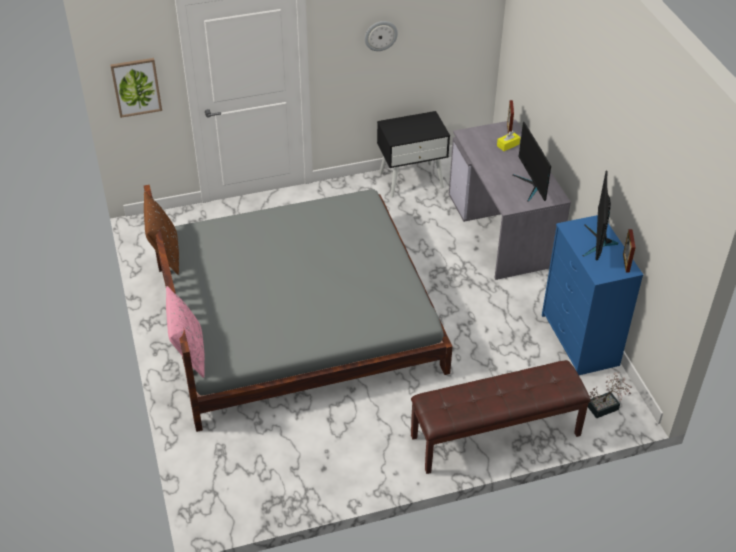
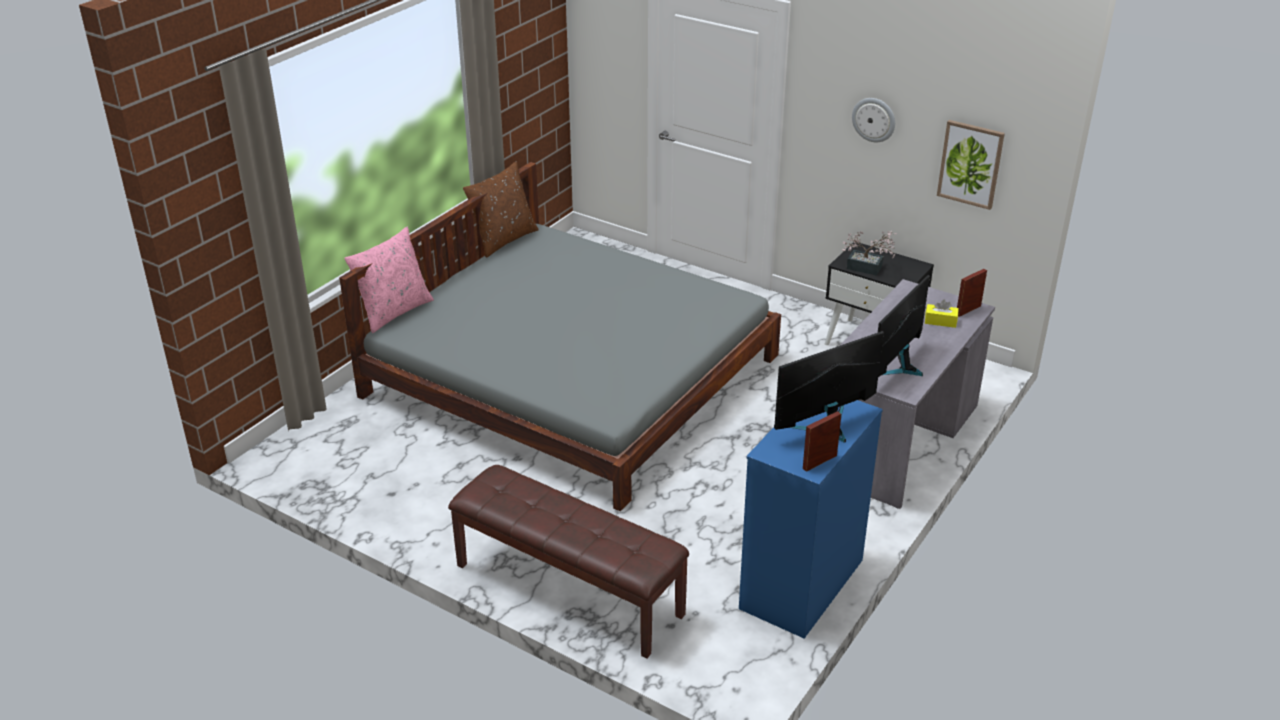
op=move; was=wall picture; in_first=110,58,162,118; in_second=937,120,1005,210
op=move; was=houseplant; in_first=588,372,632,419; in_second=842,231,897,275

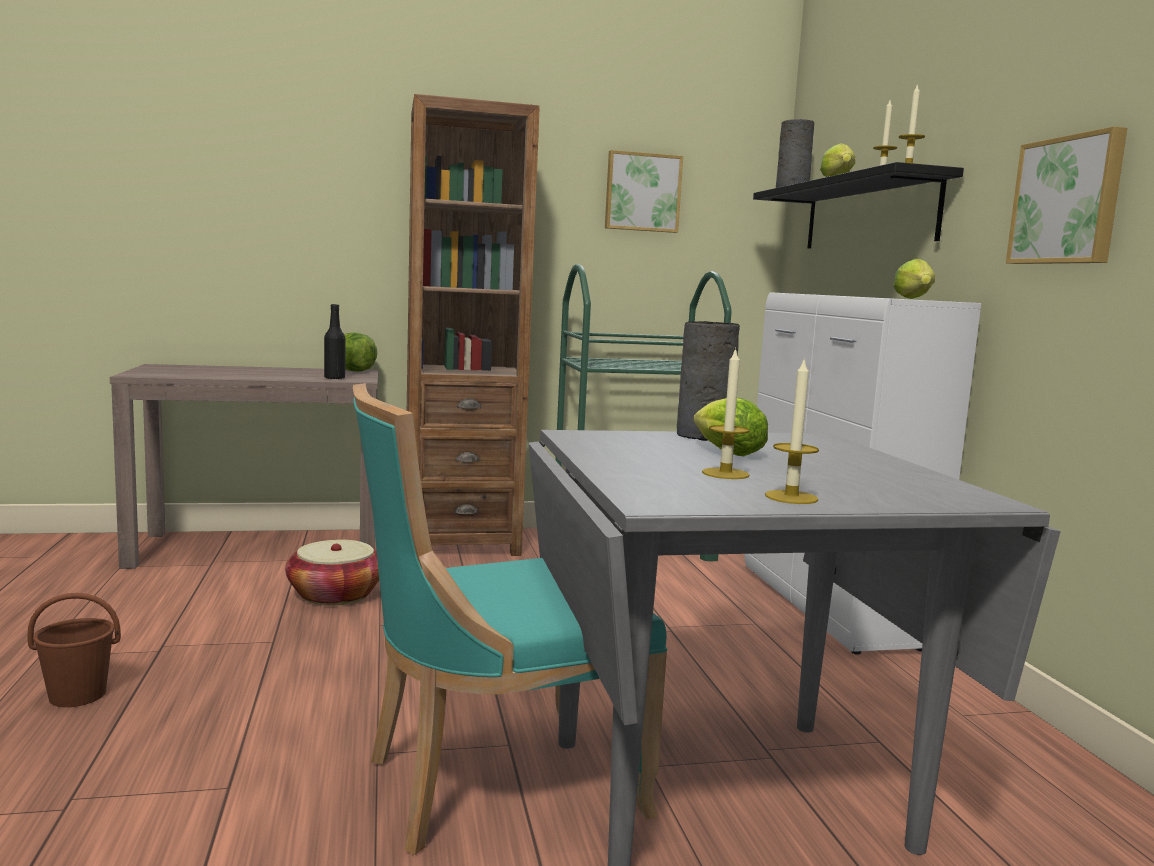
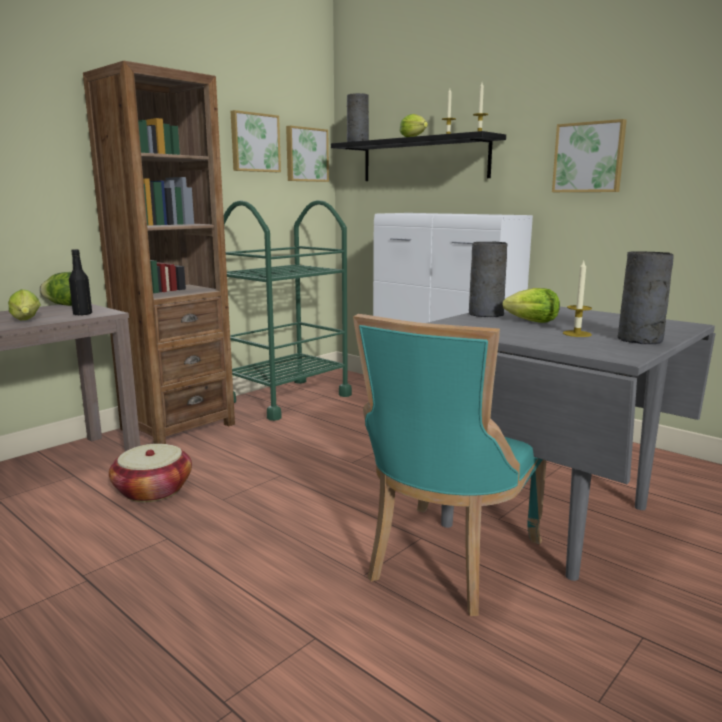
op=move; was=lettuce head; in_first=893,259,935,299; in_second=8,289,41,321
op=replace; was=wax light; now=greyish vase; in_first=765,357,819,504; in_second=618,251,674,344
op=delete; was=brown pail; in_first=27,593,121,707
op=insert; now=wall picture; in_second=286,125,329,182

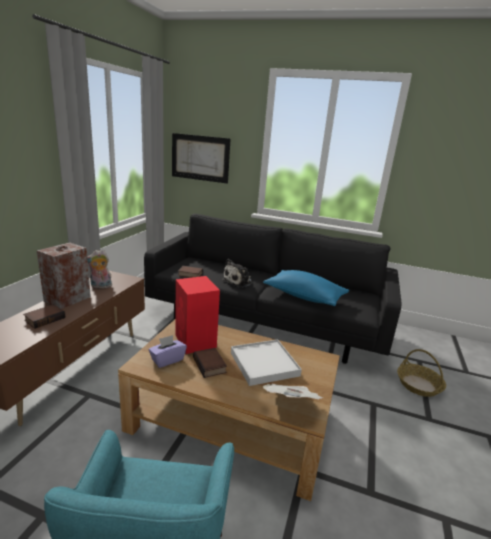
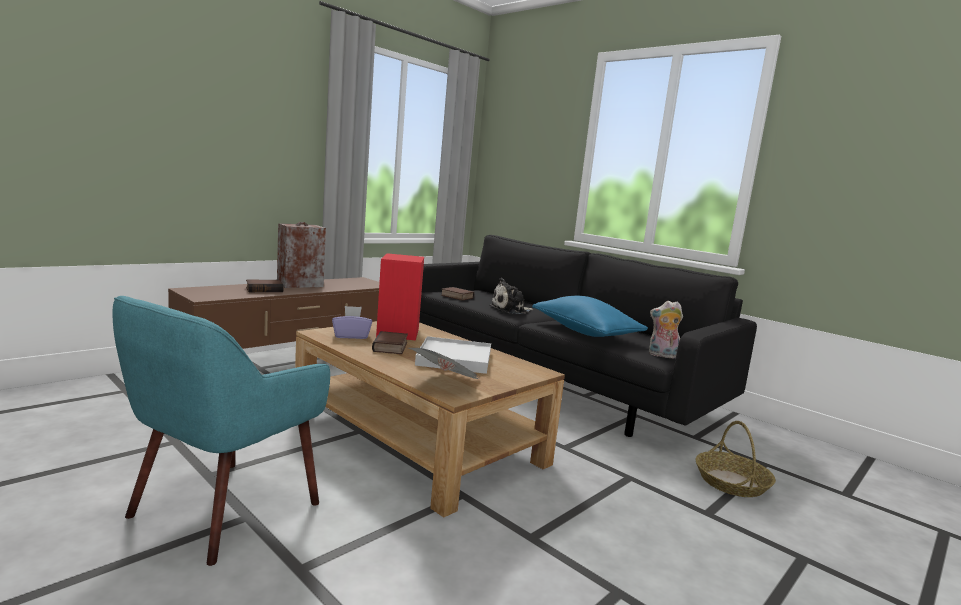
op=delete; was=wall picture; in_first=172,133,230,184
op=move; was=soft toy; in_first=87,250,112,288; in_second=649,301,683,358

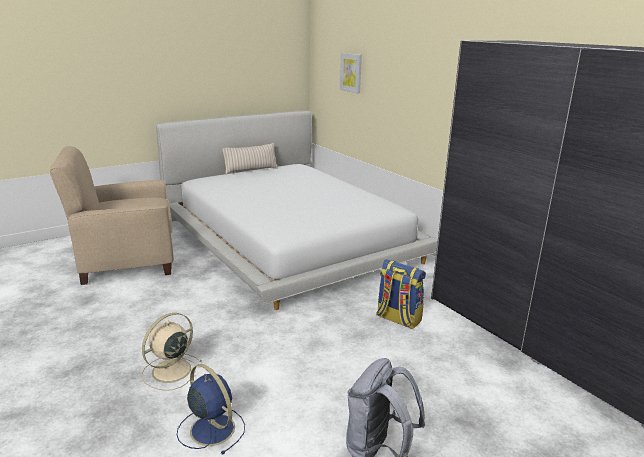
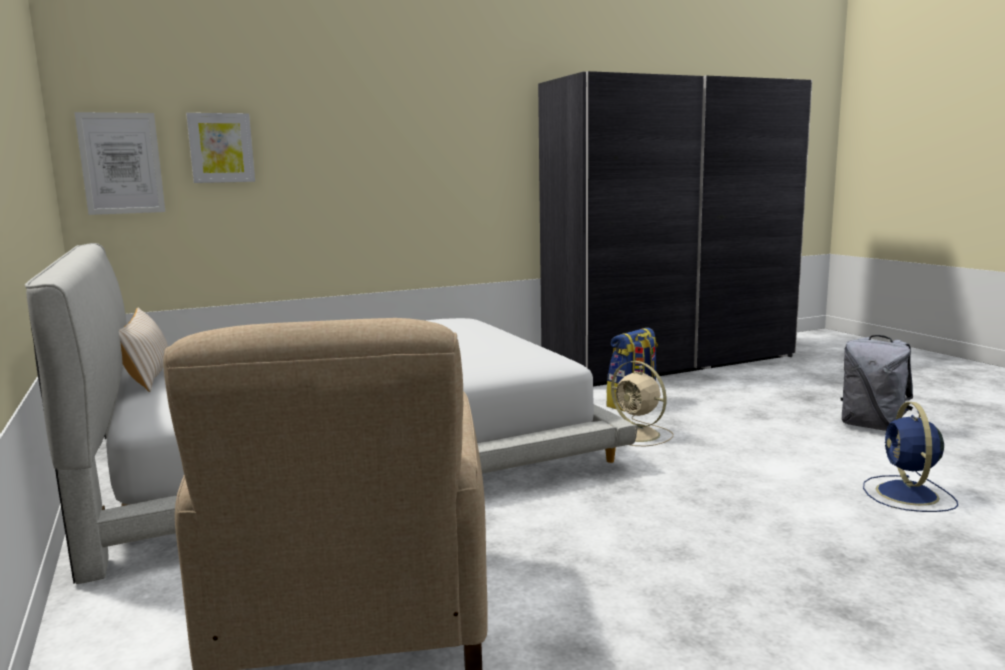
op=move; was=beige-coloured electric fan; in_first=141,313,202,391; in_second=611,361,673,447
op=rotate; was=bluish electric fan; in_first=177,364,245,455; in_second=863,402,958,512; clockwise=-45
op=insert; now=wall picture; in_second=74,112,165,215

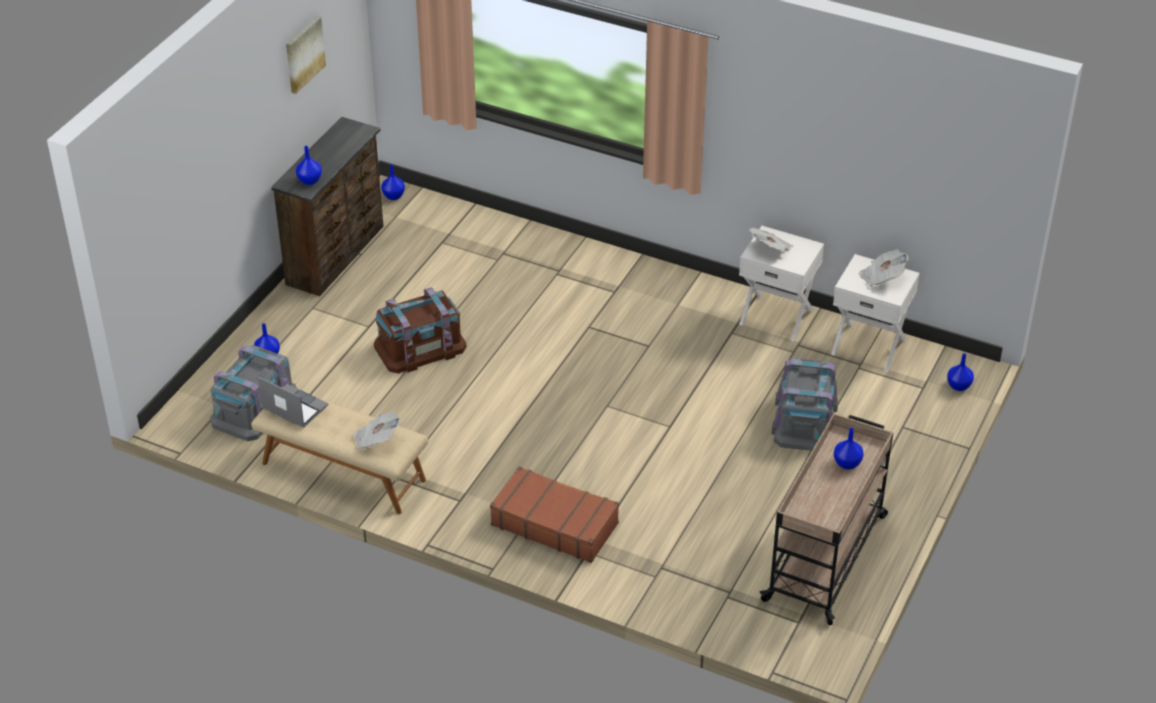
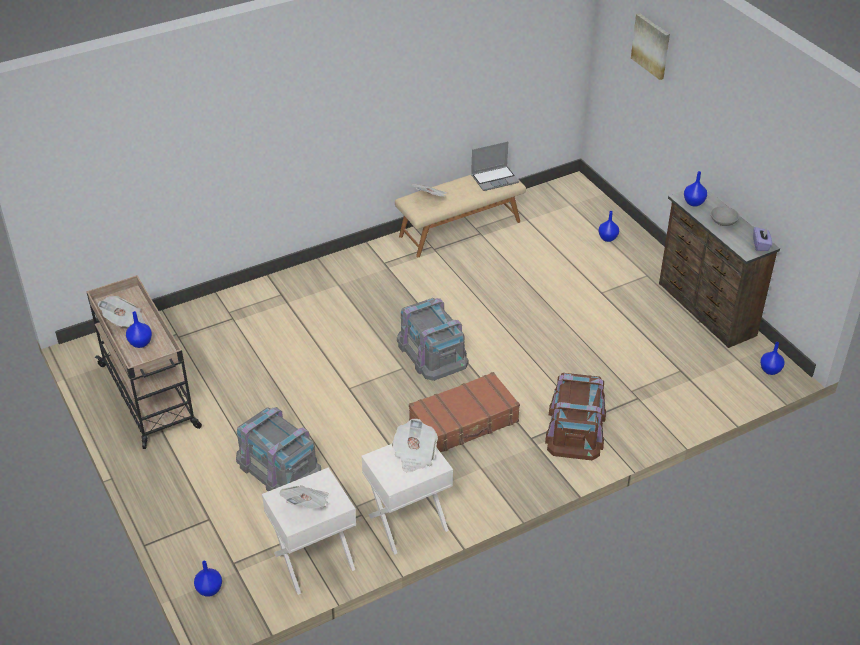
op=move; was=wall picture; in_first=286,16,326,94; in_second=631,13,670,80
op=move; was=brown storage bin; in_first=374,287,467,373; in_second=545,373,606,460
op=move; was=greyish storage bin; in_first=210,345,297,441; in_second=397,298,468,381
op=move; was=brown suitcase; in_first=490,466,619,563; in_second=409,372,520,452
op=insert; now=greyish deep dish; in_second=710,206,739,226
op=insert; now=purplish box of tissues; in_second=753,227,772,251
op=insert; now=printed paper; in_second=98,296,145,328

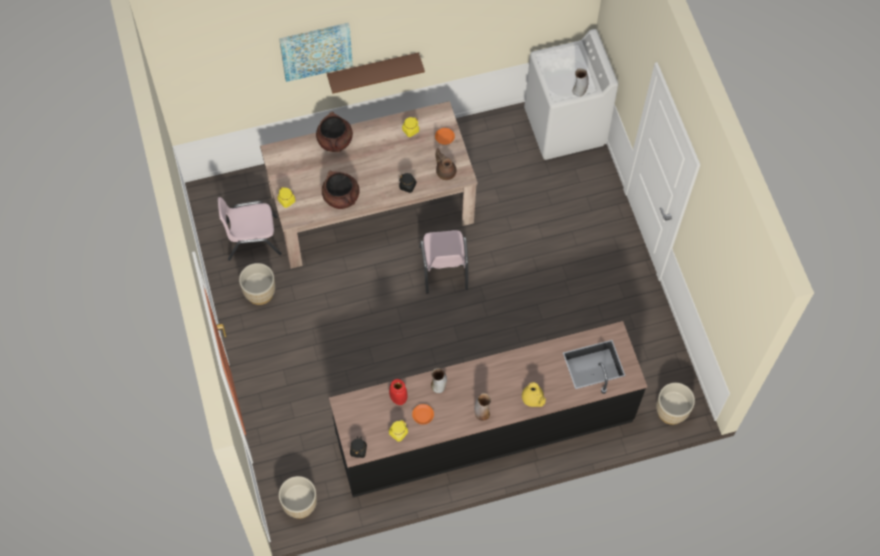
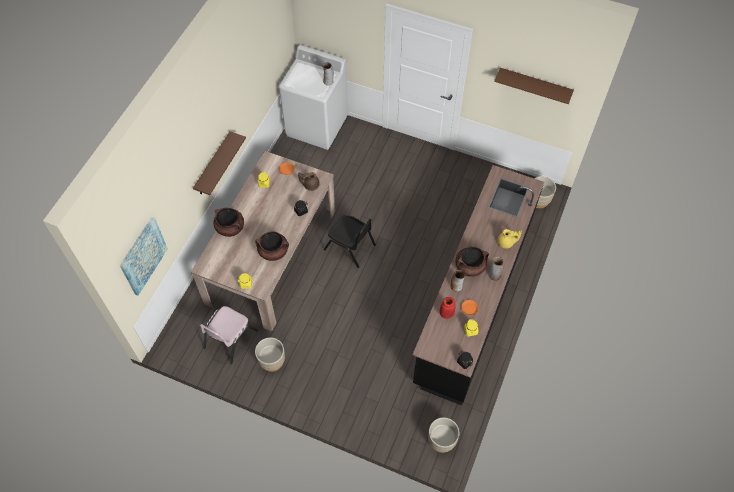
op=move; was=wall picture; in_first=279,23,353,82; in_second=120,217,168,296
op=recolor; was=pink plain chair; now=black-coloured plain chair; in_first=419,230,468,294; in_second=324,215,376,268
op=insert; now=brown wall shelf; in_second=494,68,574,104
op=insert; now=brown stockpot; in_second=456,246,489,277

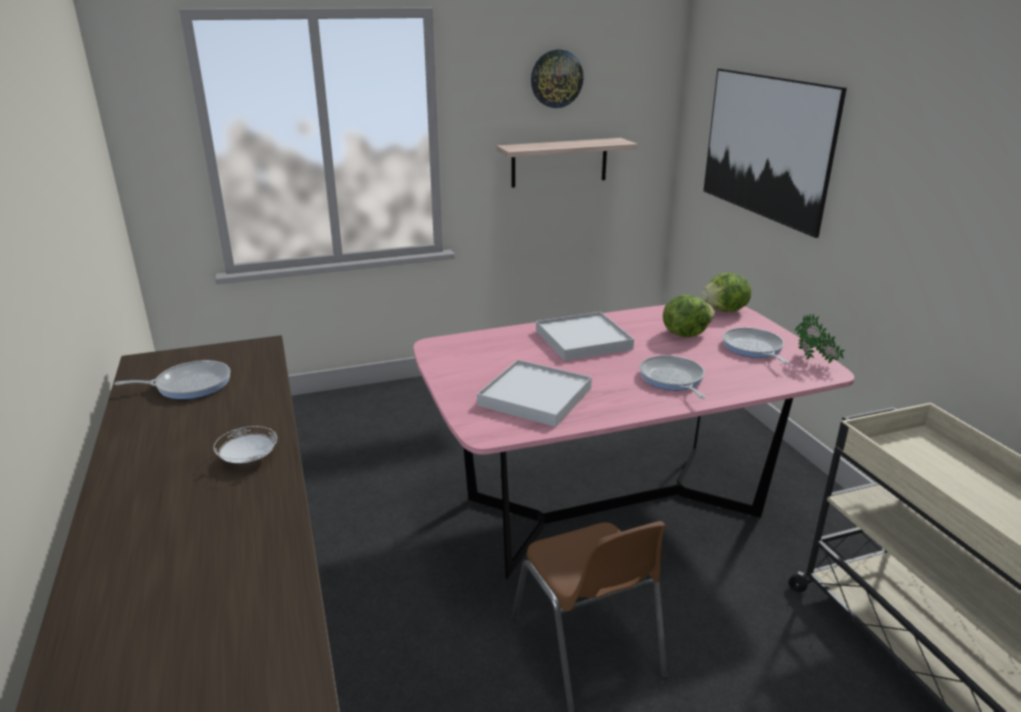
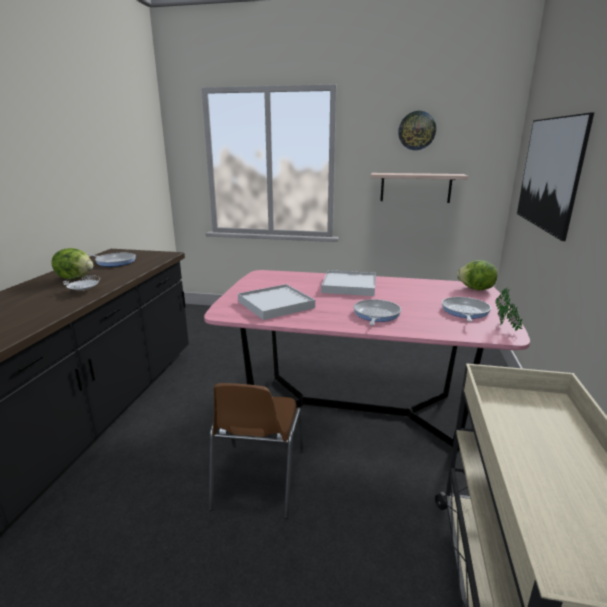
op=move; was=lettuce head; in_first=663,295,715,338; in_second=51,248,93,279

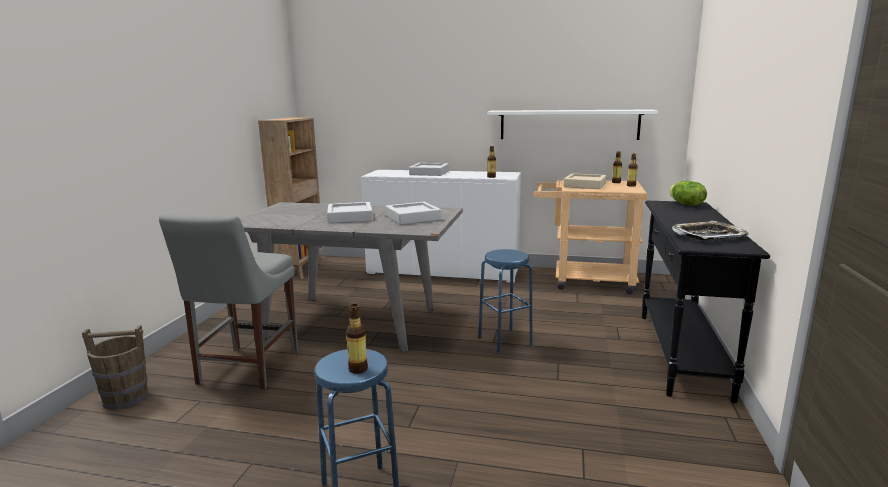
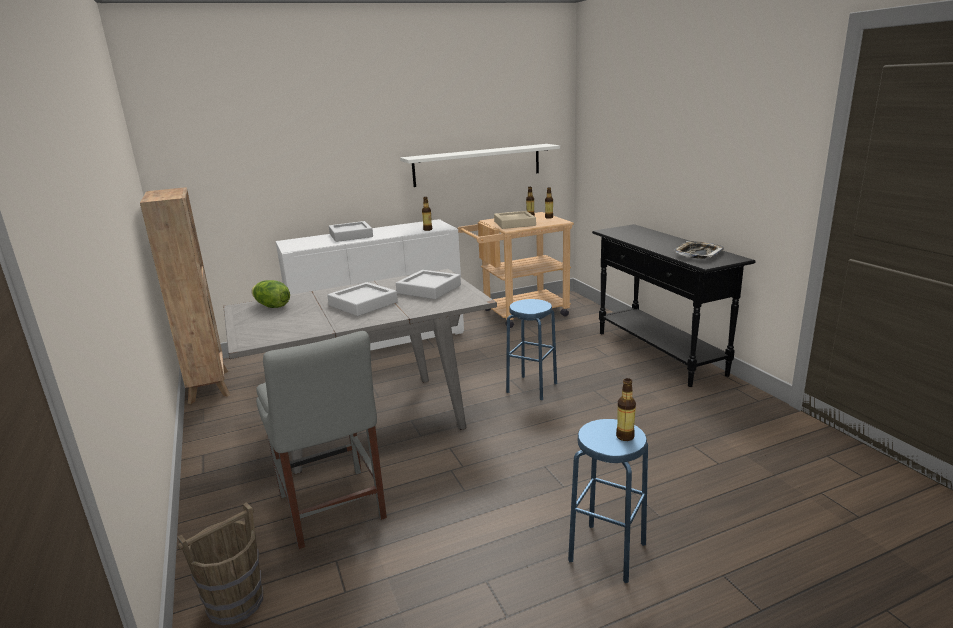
op=move; was=lettuce head; in_first=669,181,707,206; in_second=251,280,290,308

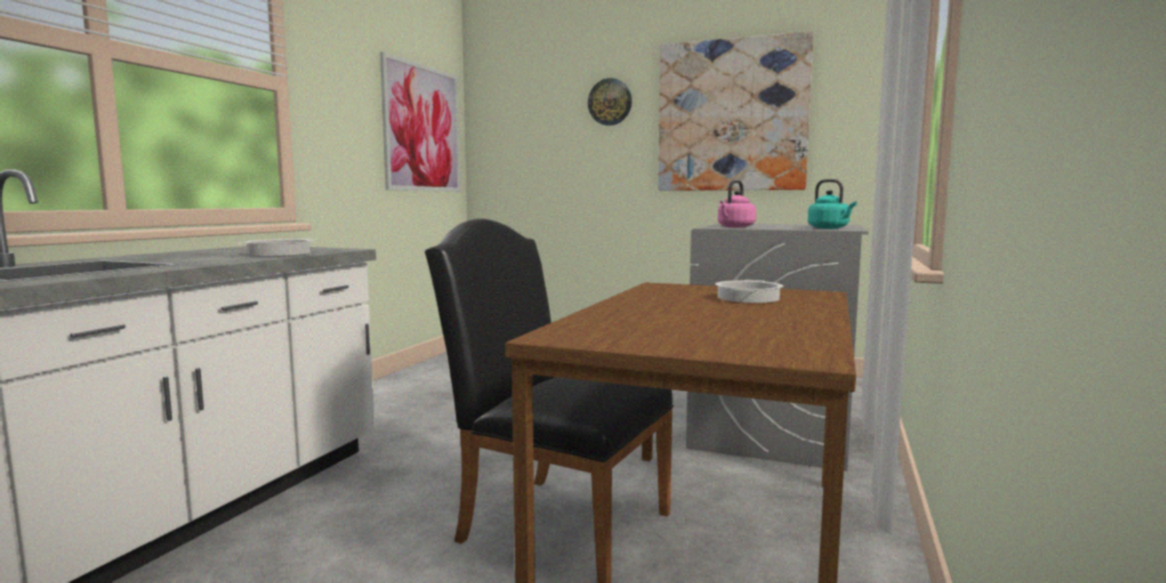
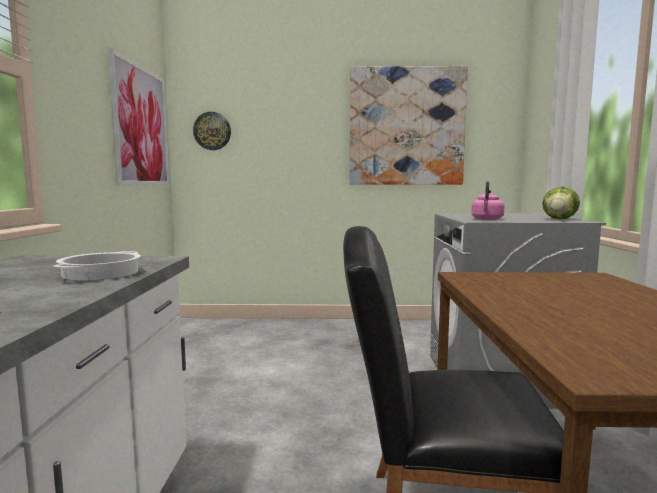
op=move; was=clock on the wall; in_first=588,78,632,126; in_second=193,112,231,150
op=replace; was=blue-green tea kettle; now=lettuce head; in_first=808,179,857,229; in_second=542,186,580,219
op=delete; was=stockpot; in_first=715,280,783,303

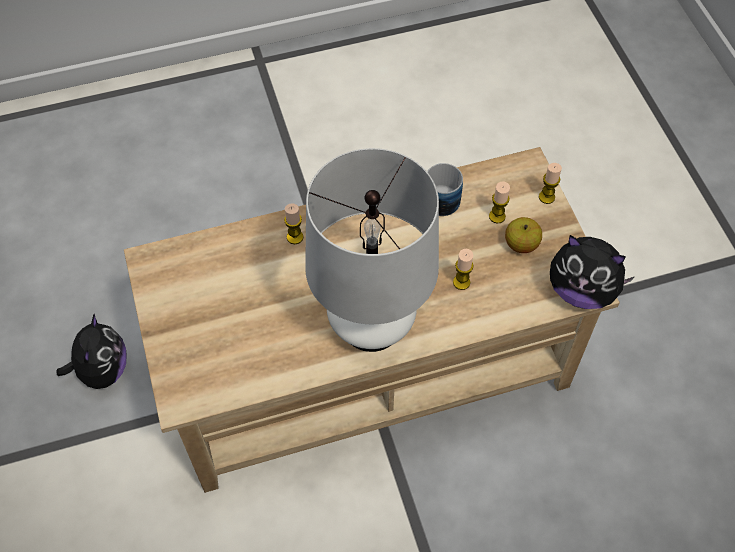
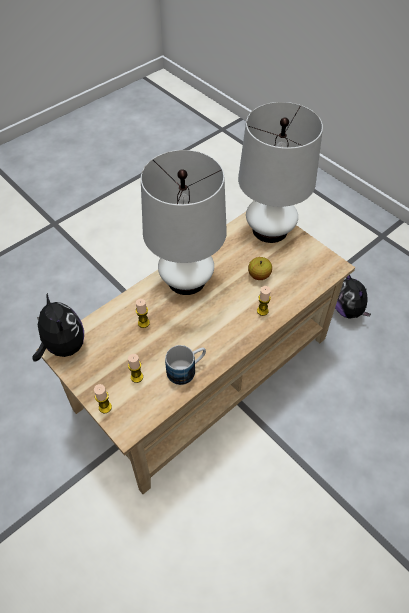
op=move; was=apple; in_first=505,217,542,253; in_second=248,257,272,280
op=rotate; was=soft toy; in_first=550,235,634,309; in_second=32,293,84,362; clockwise=60
op=insert; now=white table lamp; in_second=238,102,323,243

